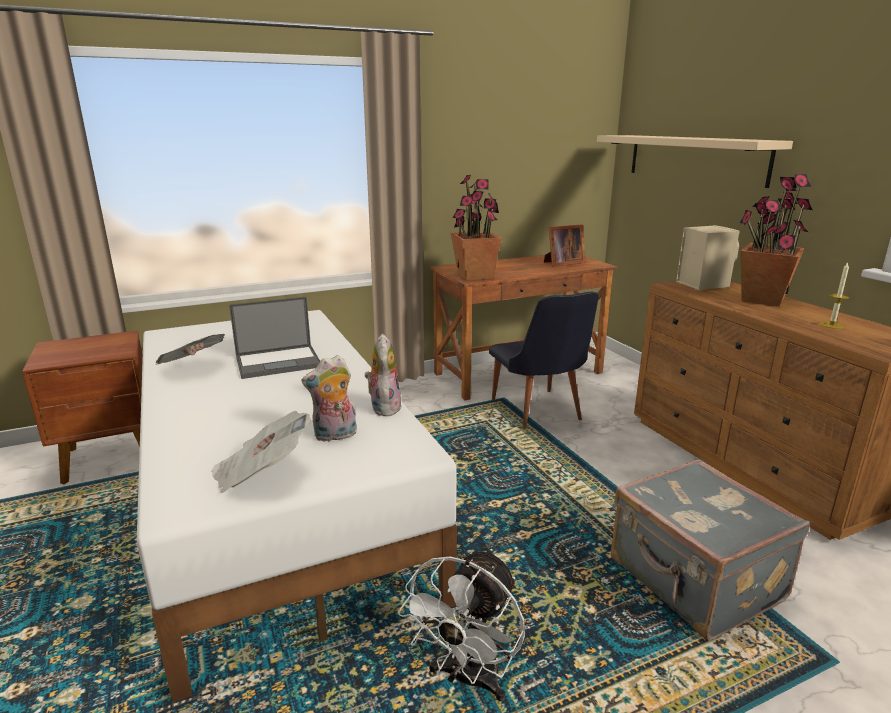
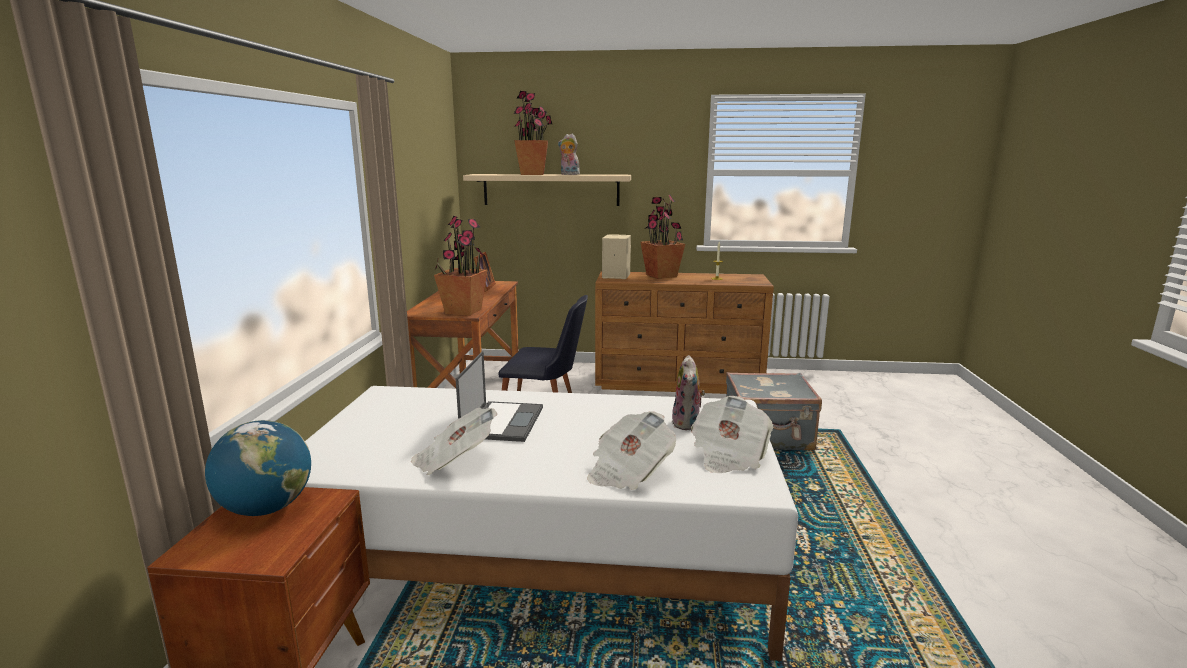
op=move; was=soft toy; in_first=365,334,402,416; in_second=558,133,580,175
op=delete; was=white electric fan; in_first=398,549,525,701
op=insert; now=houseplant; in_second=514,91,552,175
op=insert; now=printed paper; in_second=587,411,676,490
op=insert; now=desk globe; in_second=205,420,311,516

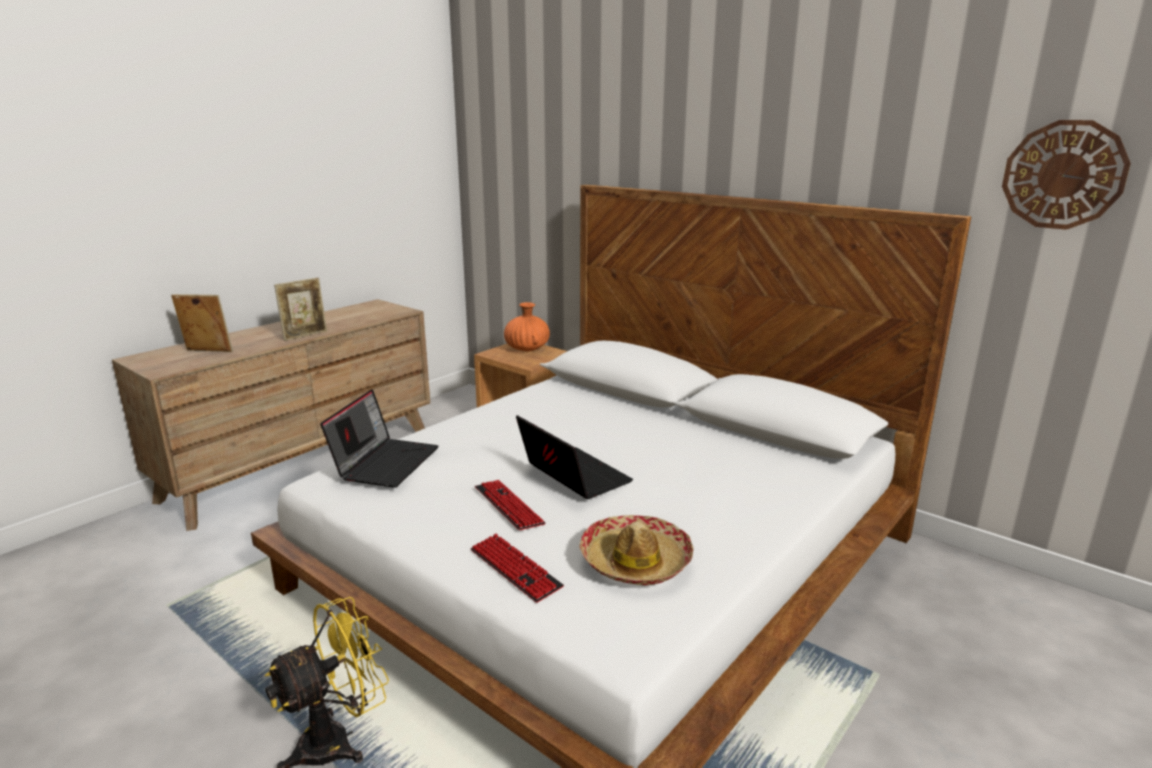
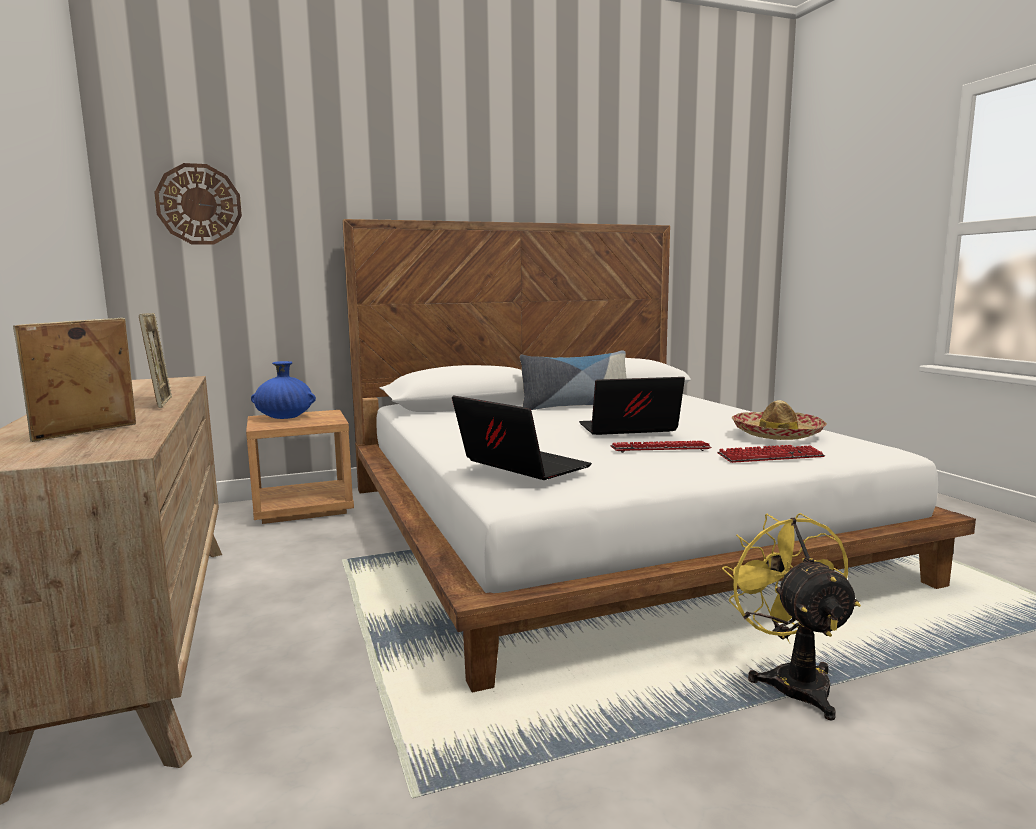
op=move; was=clock on the wall; in_first=1002,120,1131,230; in_second=154,163,242,245
op=recolor; was=orange vase; now=bluish vase; in_first=504,302,550,351; in_second=251,361,316,419
op=insert; now=cushion; in_second=520,350,627,410

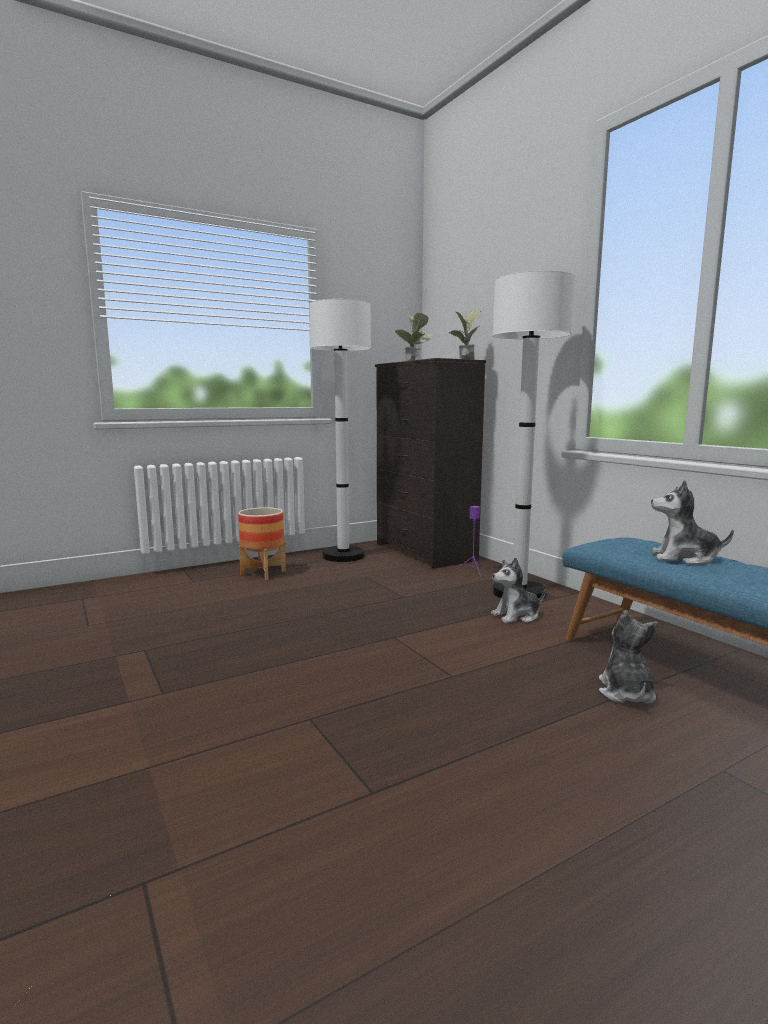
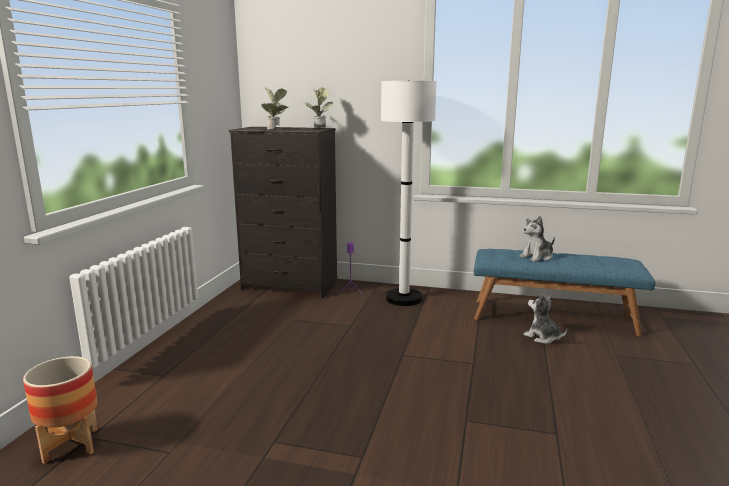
op=delete; was=white standard lamp; in_first=309,299,371,562
op=move; was=planter; in_first=238,507,286,580; in_second=23,356,98,464
op=delete; was=soft toy; in_first=491,557,546,623

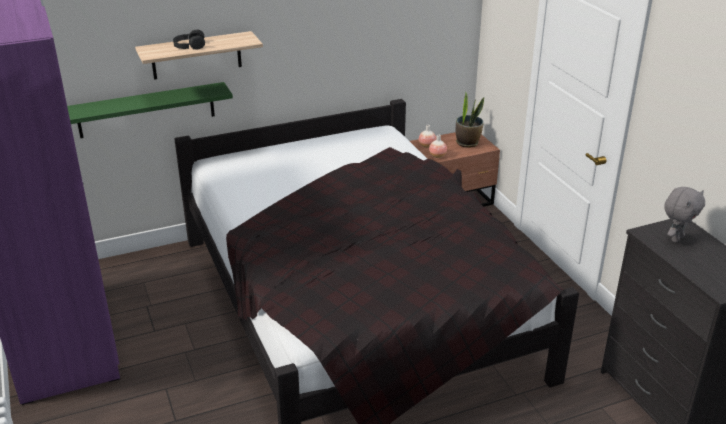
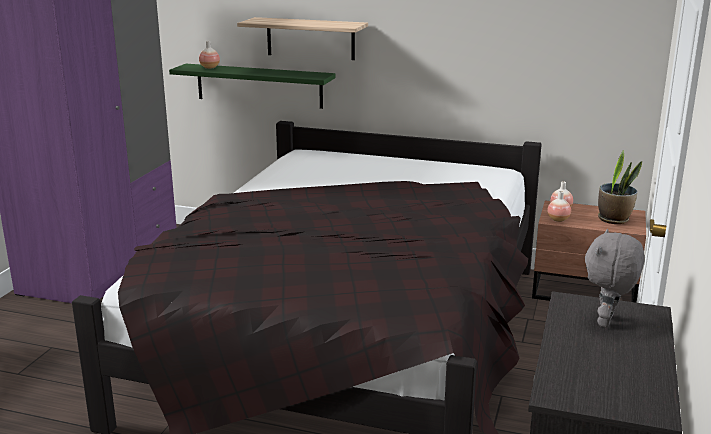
op=delete; was=black-coloured pair of headphones; in_first=173,30,205,50
op=rotate; was=greyish soft toy; in_first=664,187,705,243; in_second=585,229,645,328; clockwise=120
op=insert; now=vase; in_second=199,41,220,69

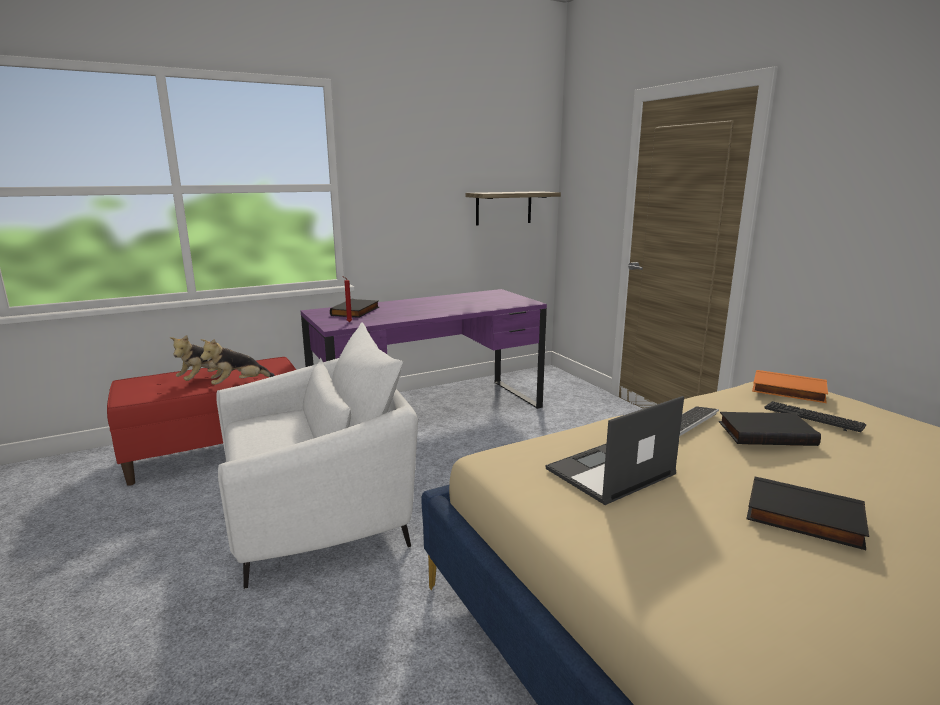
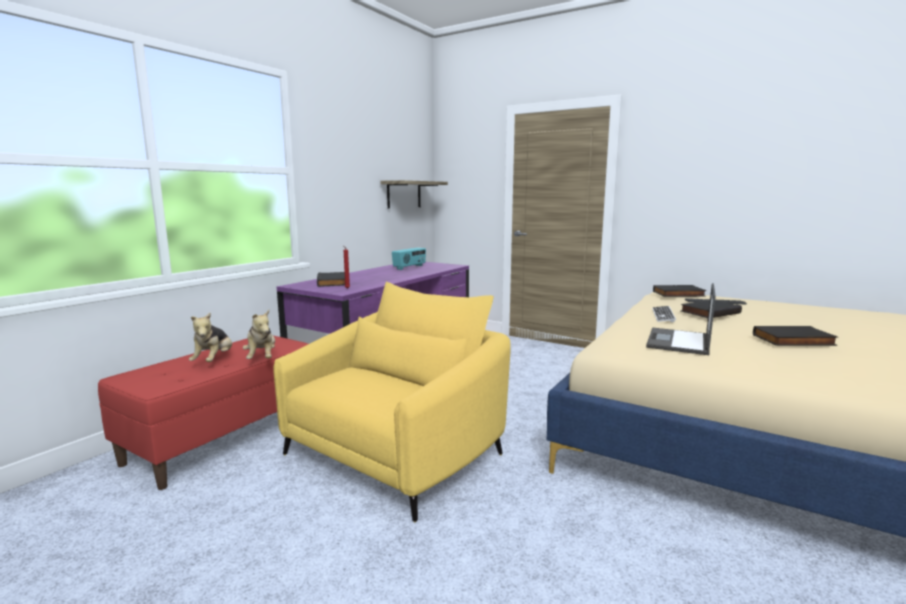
op=recolor; was=white easy chair; now=yellow-coloured easy chair; in_first=217,323,418,589; in_second=273,282,511,522
op=rotate; was=soft toy; in_first=200,339,275,385; in_second=243,310,275,359; clockwise=-45
op=recolor; was=orange volume; now=black-coloured volume; in_first=752,370,828,403; in_second=653,285,707,297
op=insert; now=radio; in_second=392,248,426,270

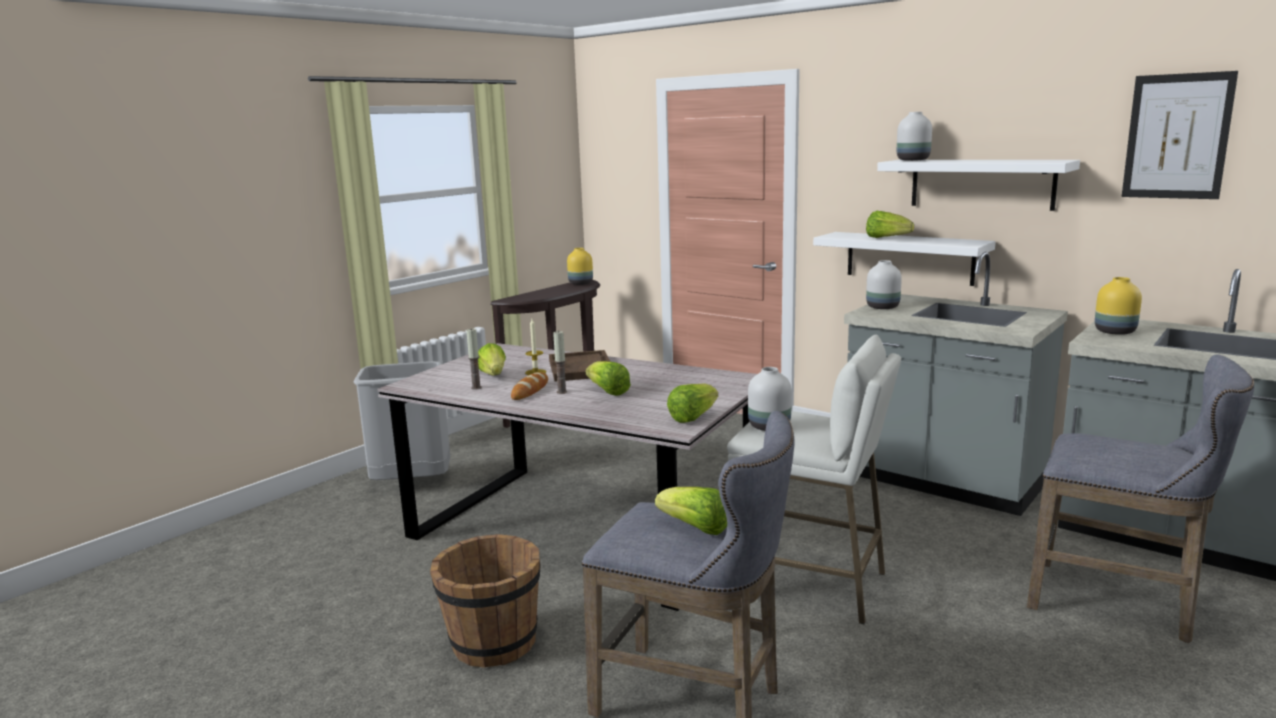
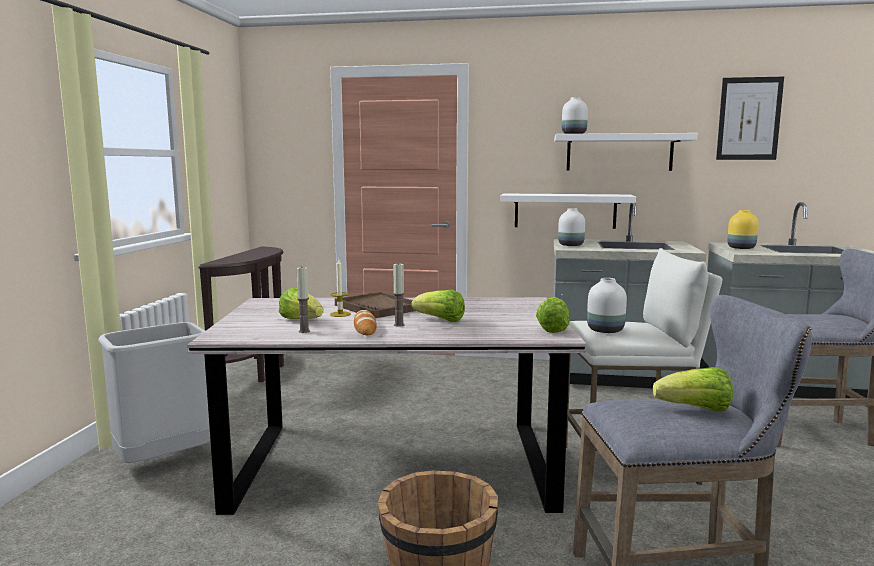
op=delete; was=lettuce head; in_first=866,211,914,238
op=delete; was=yellow-coloured vase; in_first=567,248,593,285

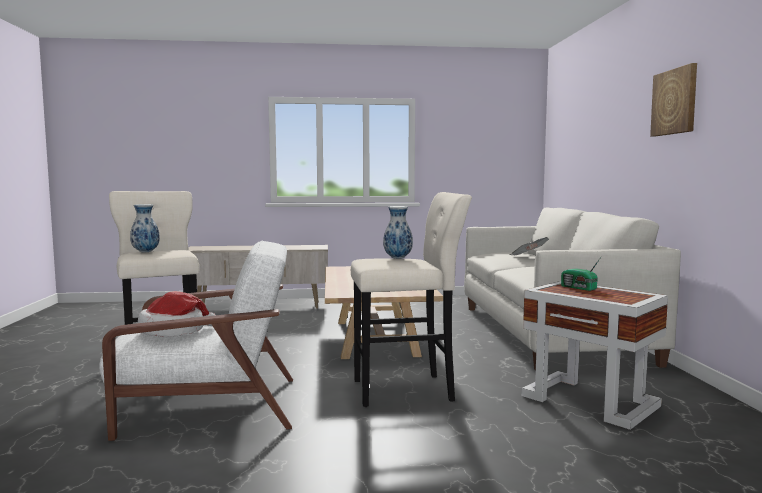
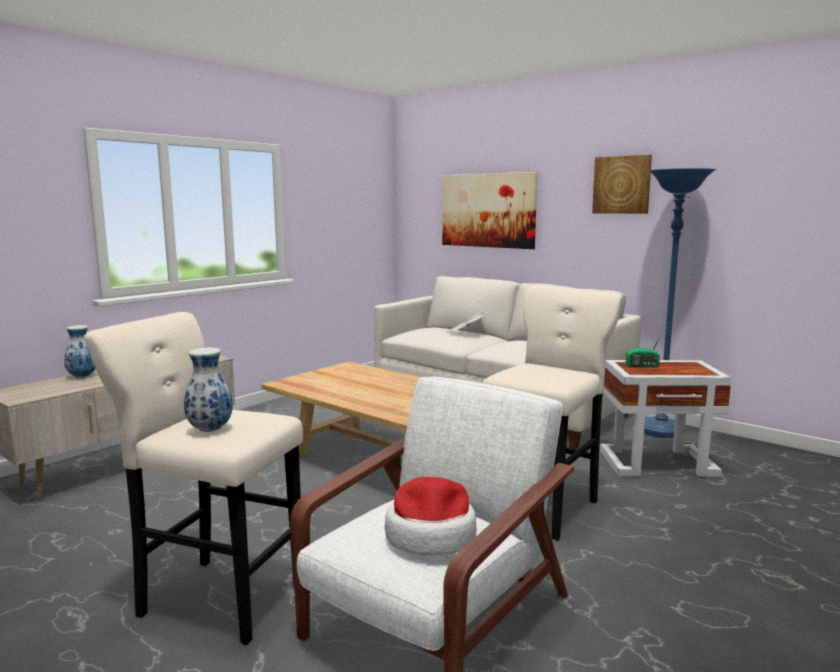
op=move; was=vase; in_first=383,206,413,259; in_second=64,325,96,378
op=insert; now=bluish standard lamp; in_second=644,168,716,438
op=insert; now=wall picture; in_second=442,172,538,249

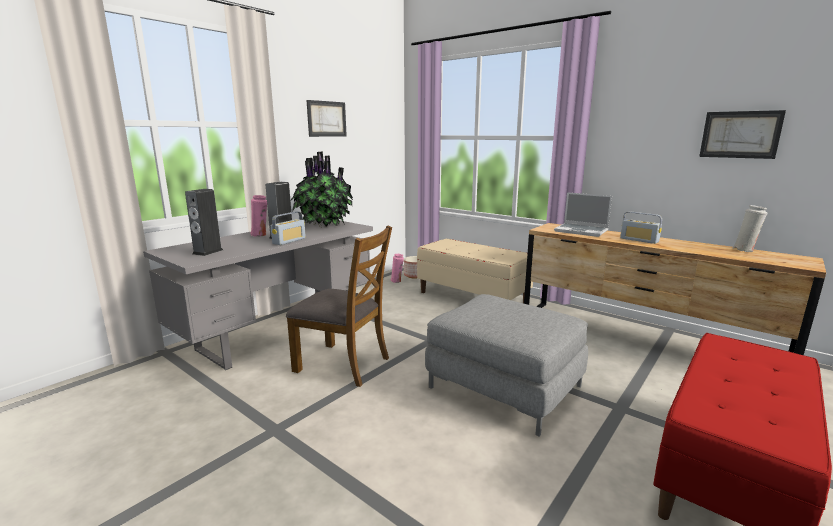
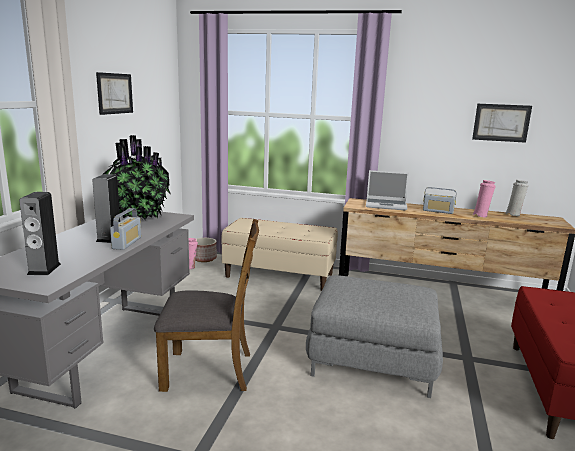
op=move; was=pink vase; in_first=250,195,267,236; in_second=472,180,496,218

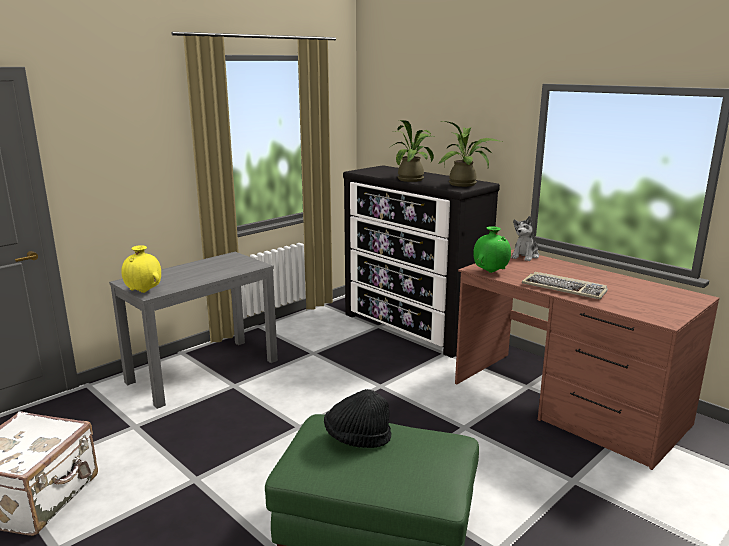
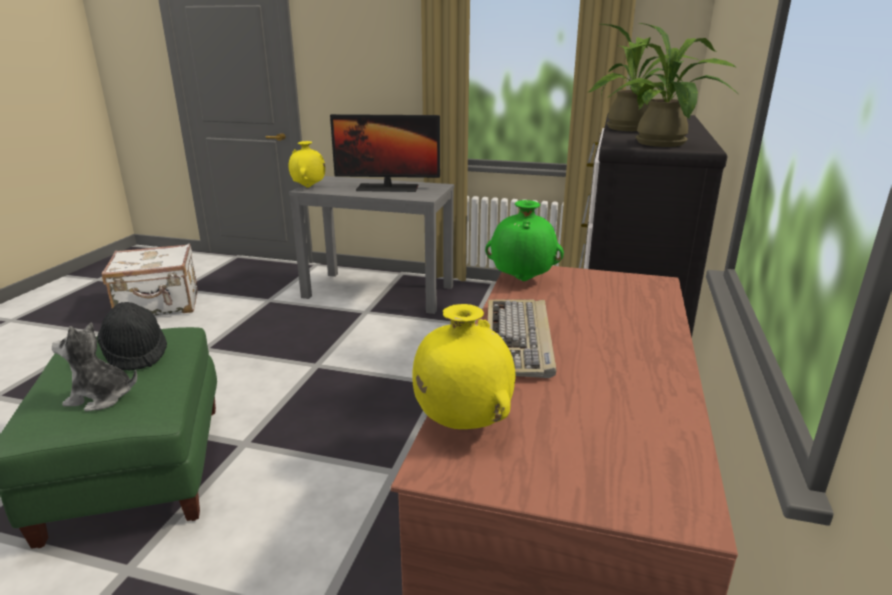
op=move; was=soft toy; in_first=511,216,539,261; in_second=52,323,137,411
op=insert; now=monitor; in_second=330,114,440,192
op=insert; now=yellow-coloured vase; in_second=412,304,515,429

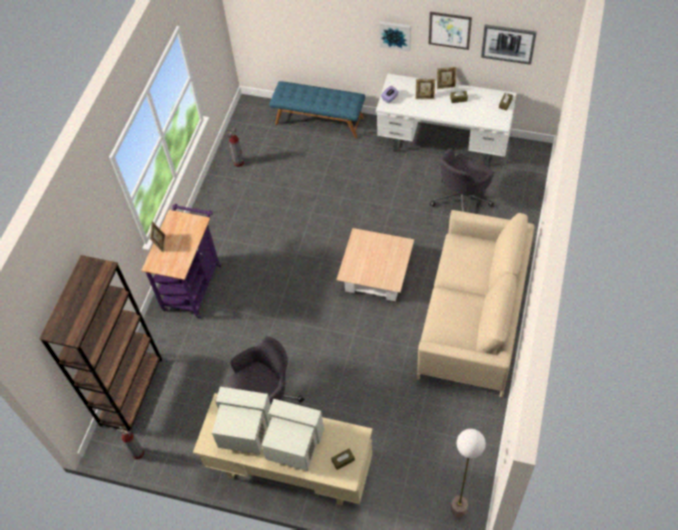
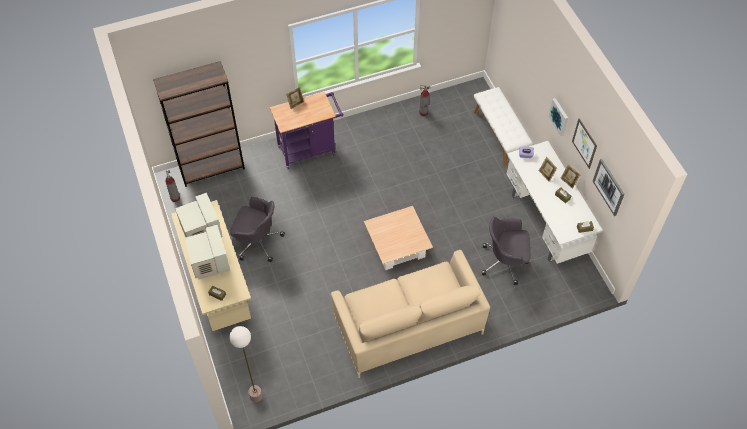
op=recolor; was=bluish indoor bench; now=white indoor bench; in_first=269,81,365,138; in_second=474,87,533,166

